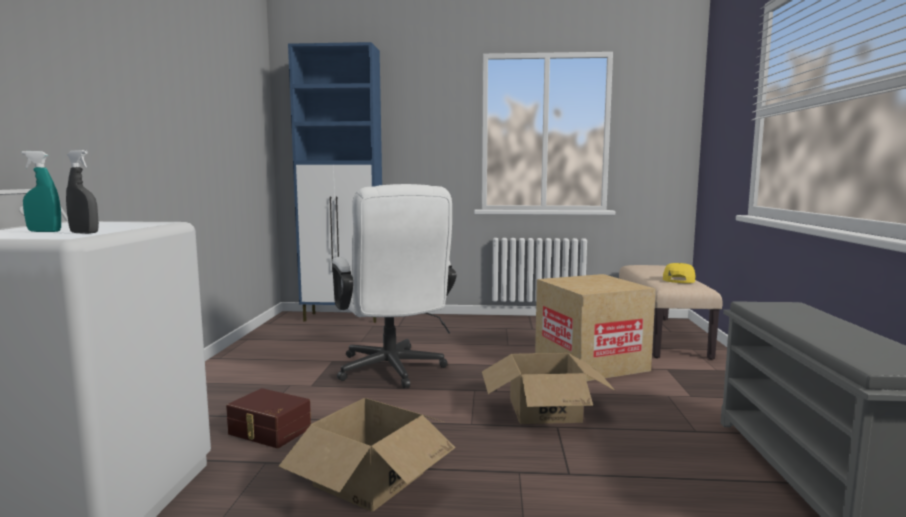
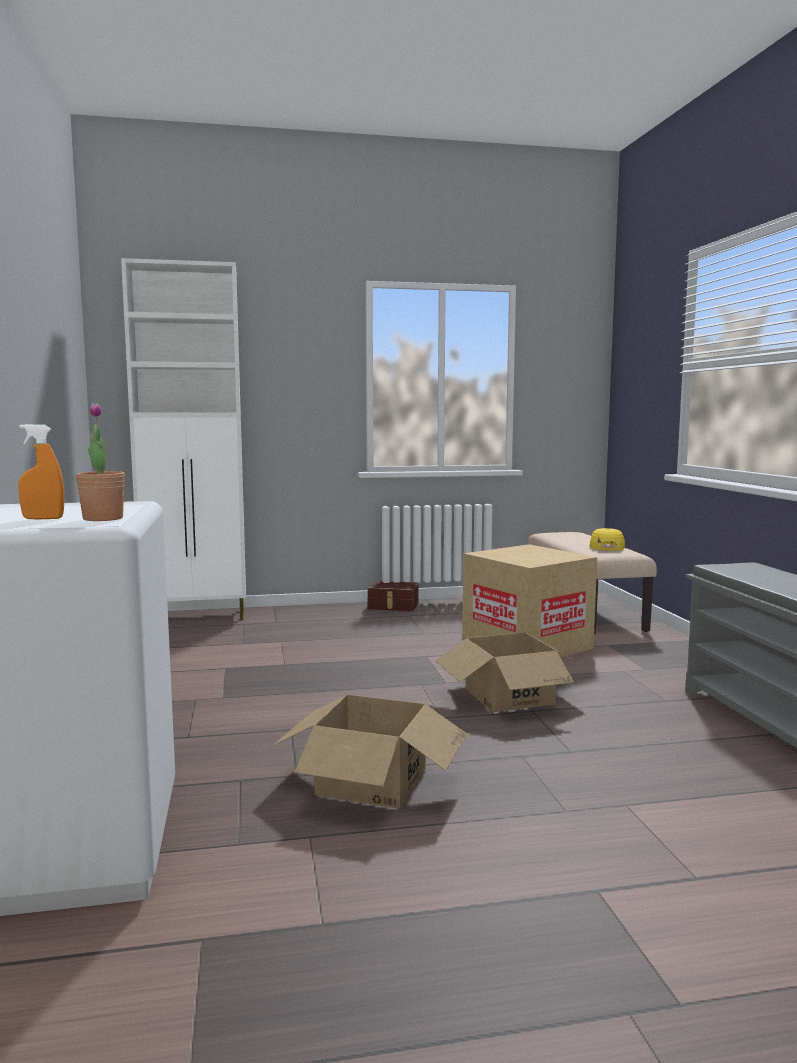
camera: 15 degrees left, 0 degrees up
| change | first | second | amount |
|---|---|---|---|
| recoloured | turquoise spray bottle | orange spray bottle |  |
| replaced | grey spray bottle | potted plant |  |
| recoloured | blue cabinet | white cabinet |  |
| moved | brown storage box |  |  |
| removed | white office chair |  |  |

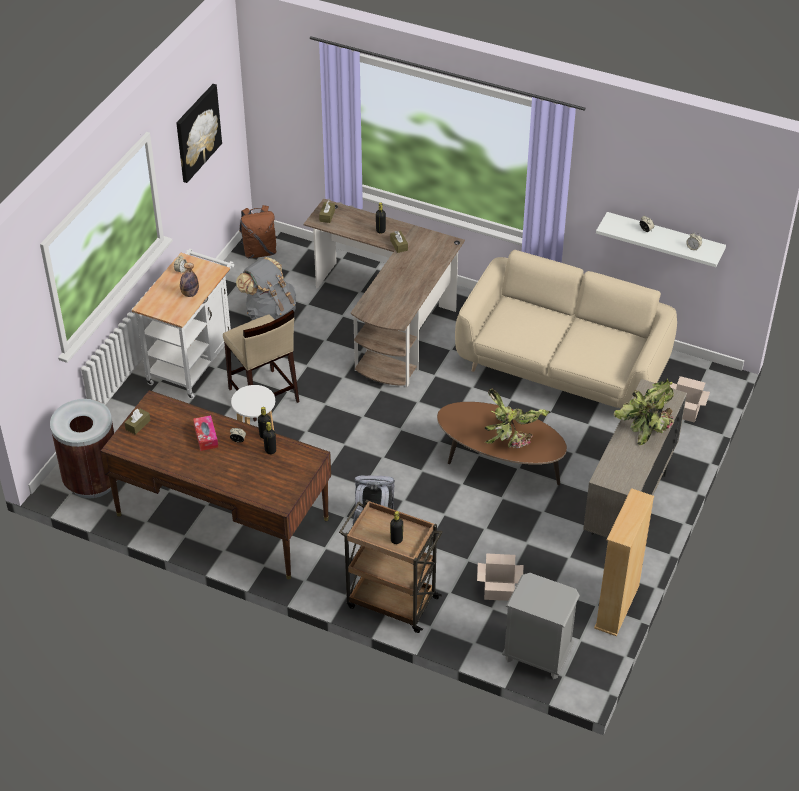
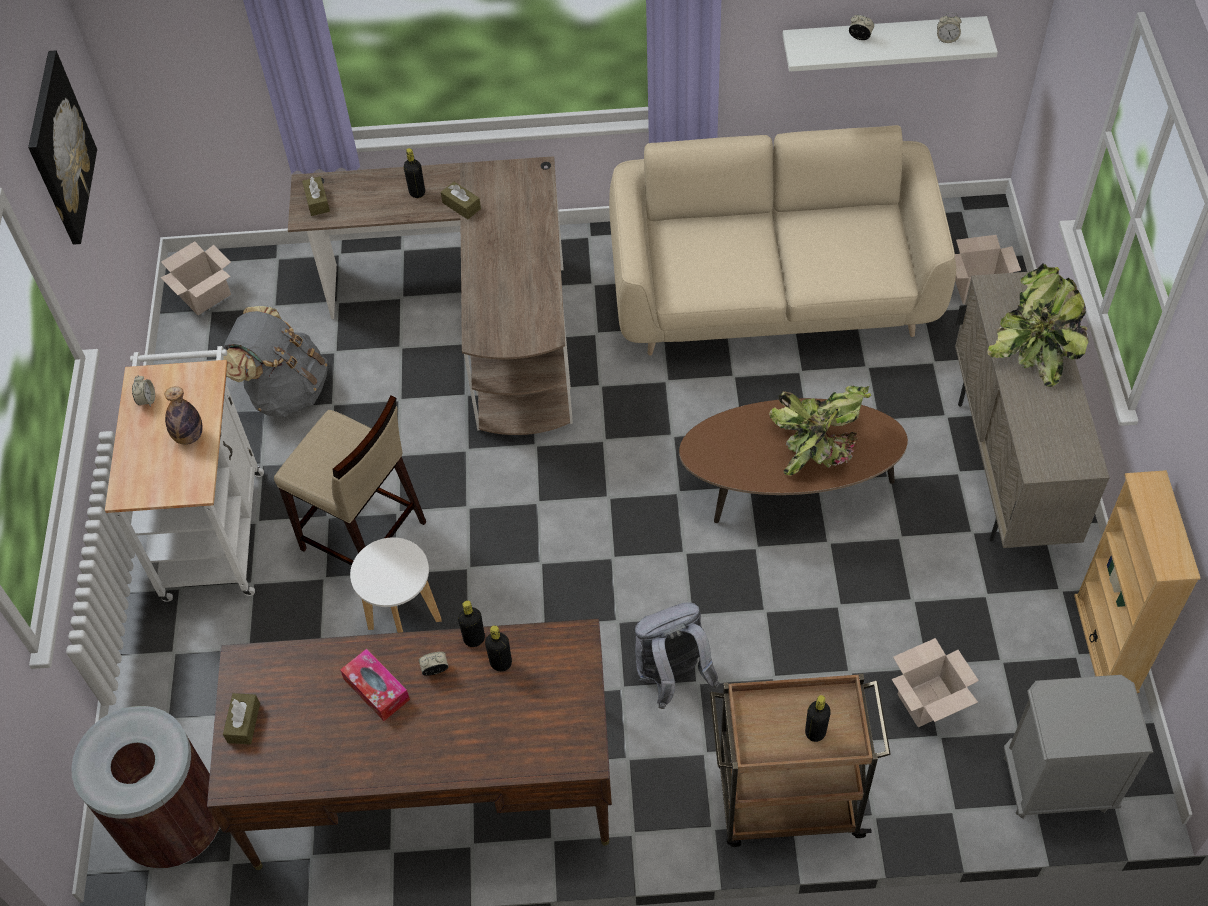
camera: 25 degrees left, 10 degrees up
| change | first | second | amount |
|---|---|---|---|
| replaced | brown backpack | cardboard box (1st from left) |  |

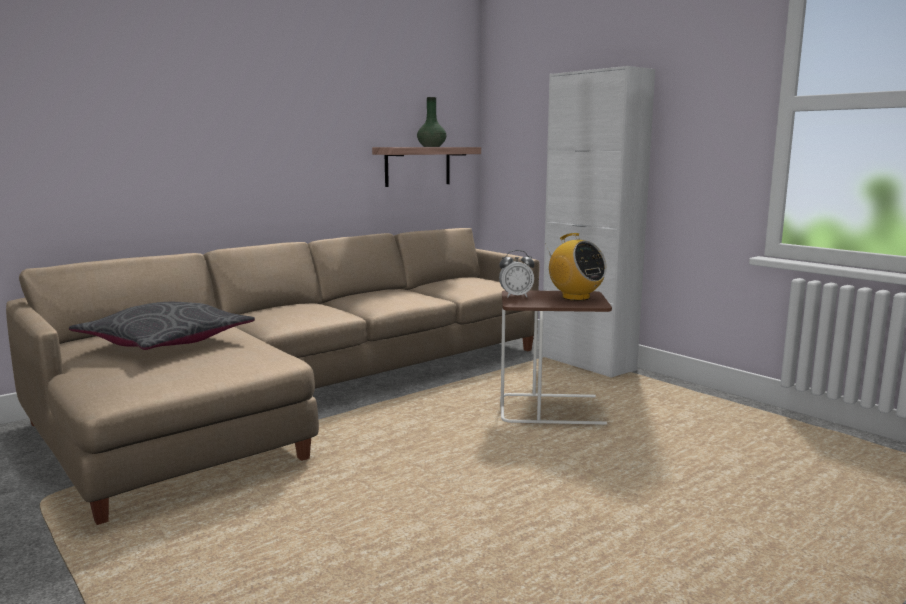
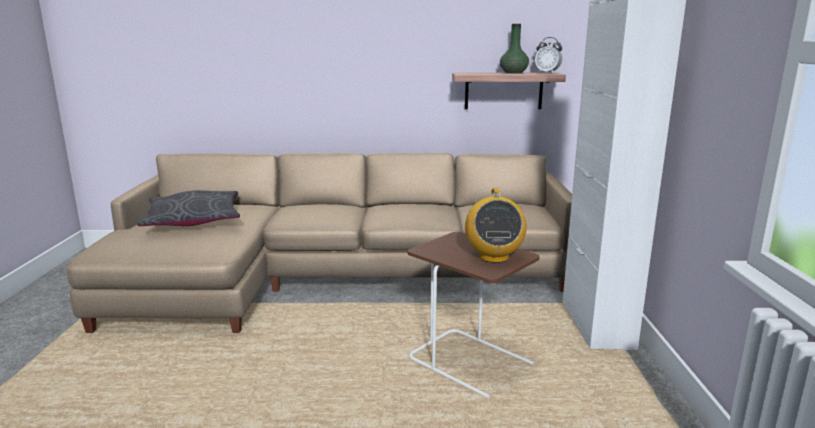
camera: 40 degrees right, 5 degrees up
| change | first | second | amount |
|---|---|---|---|
| moved | alarm clock |  |  |

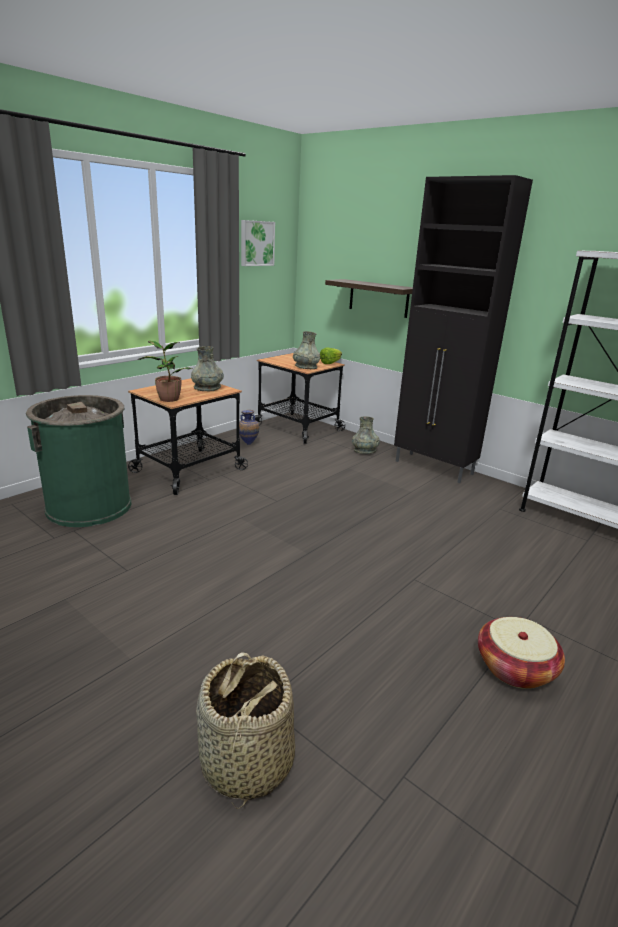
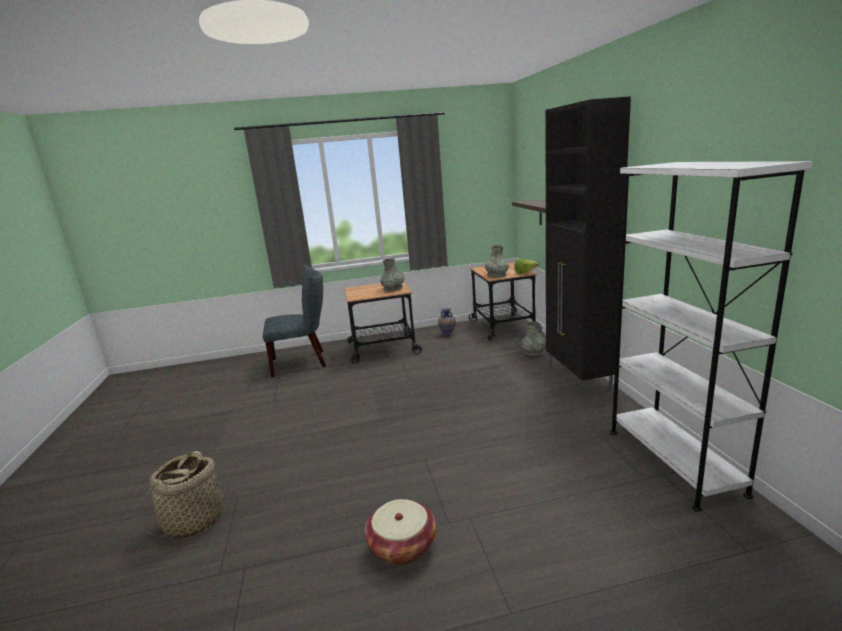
camera: 40 degrees right, 5 degrees down
| change | first | second | amount |
|---|---|---|---|
| replaced | green trash can | grey chair |  |
| removed | potted plant |  |  |
| removed | picture |  |  |

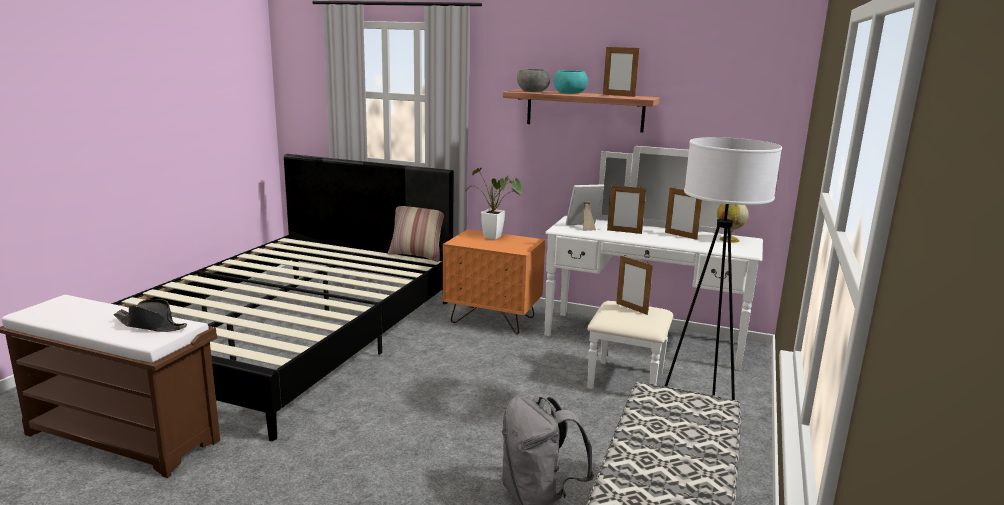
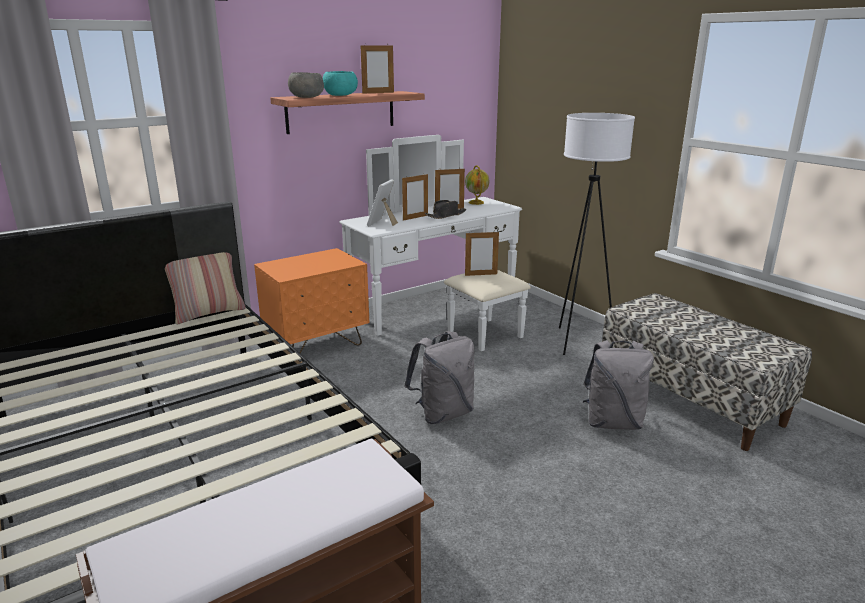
camera: 55 degrees left, 5 degrees up
| change | first | second | amount |
|---|---|---|---|
| added |  | grey backpack (1st from left) |  |
| moved | black hat |  |  |
| removed | potted plant |  |  |

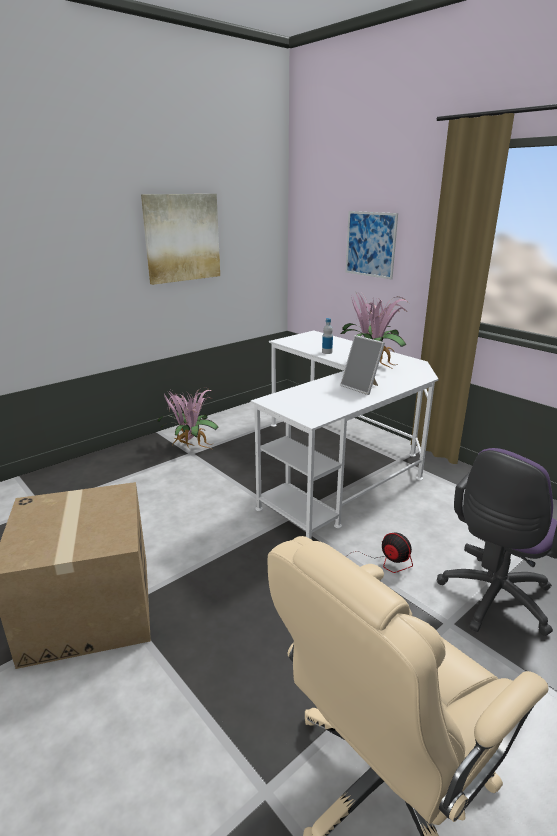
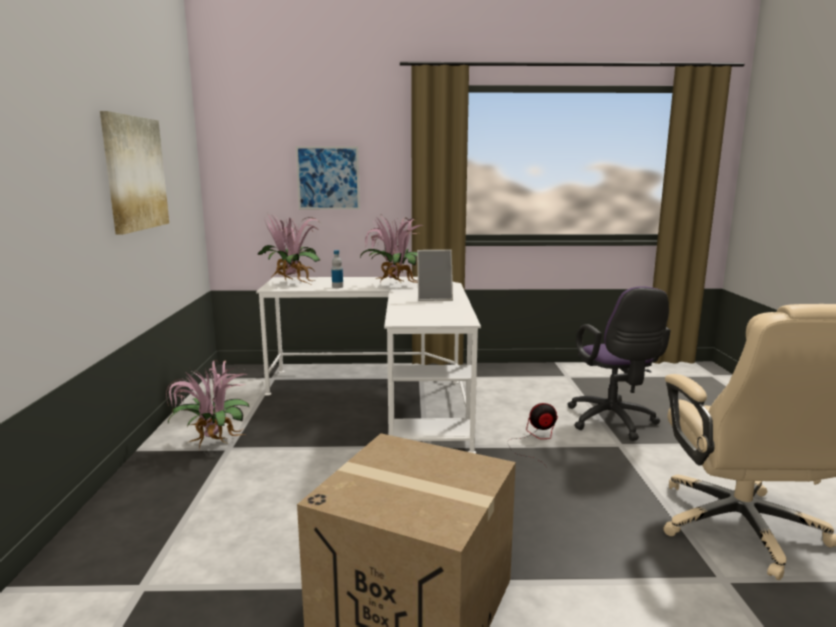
camera: 50 degrees left, 10 degrees down
| change | first | second | amount |
|---|---|---|---|
| added |  | potted plant (2nd from left) |  |

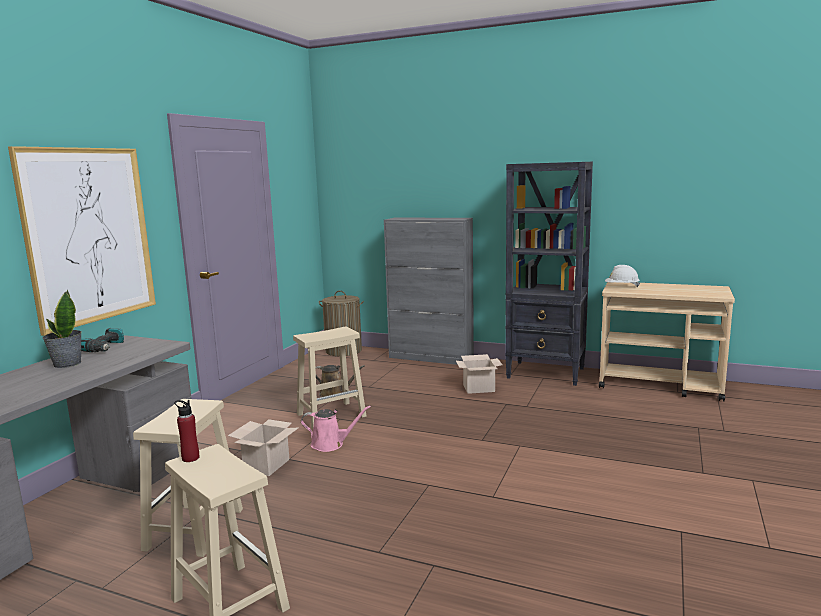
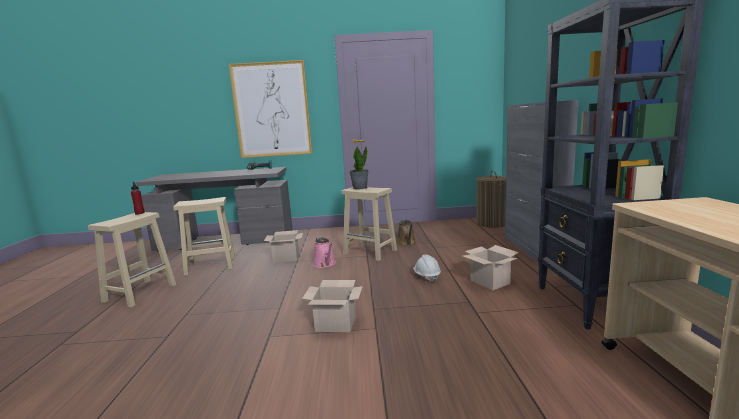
camera: 65 degrees right, 0 degrees up
| change | first | second | amount |
|---|---|---|---|
| added |  | cardboard box (2nd from left) |  |
| moved | potted plant |  |  |
| moved | white hard hat |  |  |

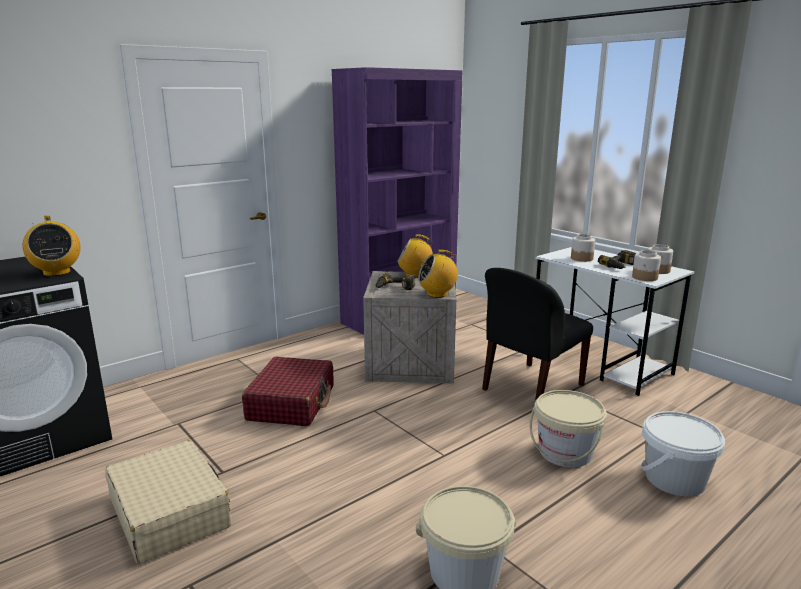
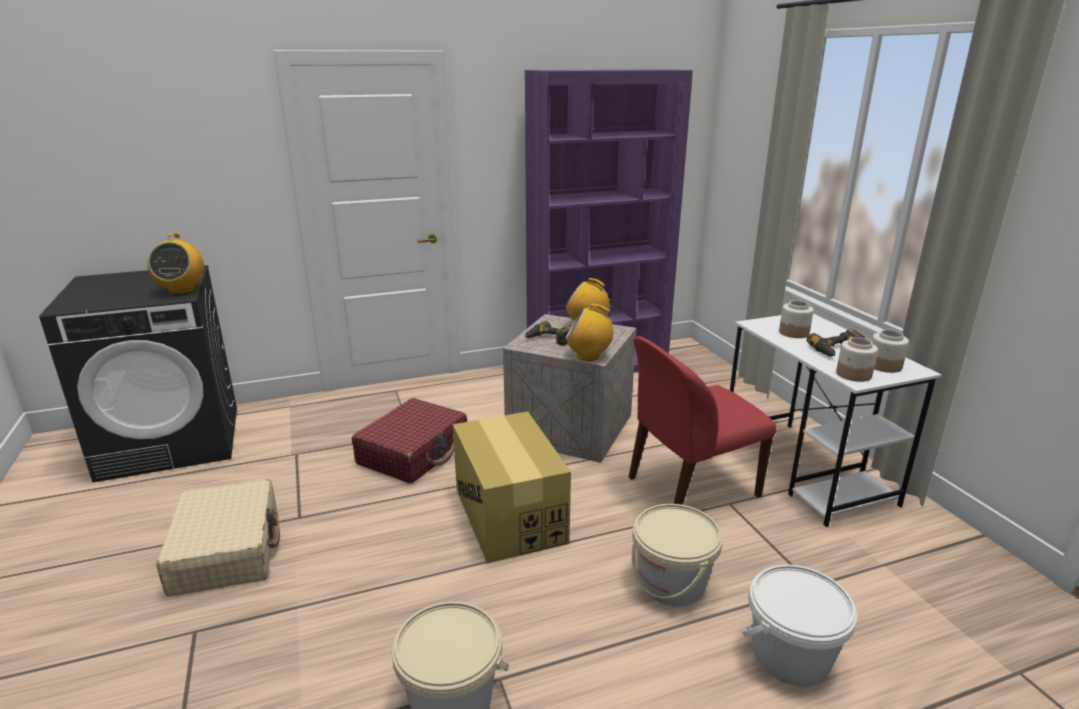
camera: 20 degrees right, 5 degrees up
| change | first | second | amount |
|---|---|---|---|
| added |  | cardboard box |  |
| recoloured | black chair | red chair |  |

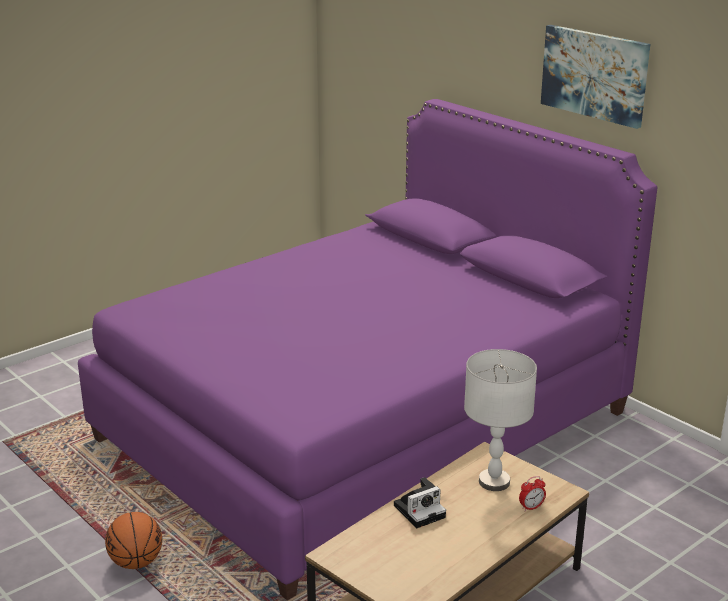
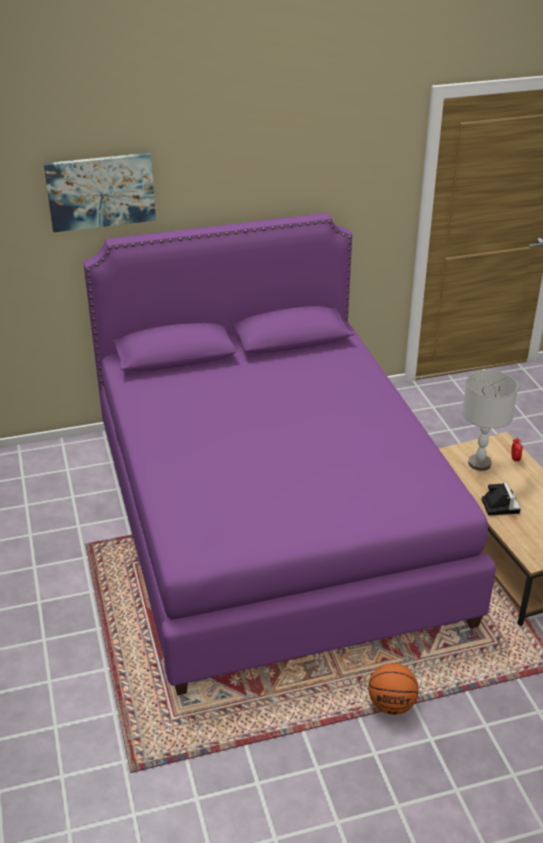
camera: 65 degrees left, 10 degrees up
| change | first | second | amount |
|---|---|---|---|
| moved | picture |  |  |

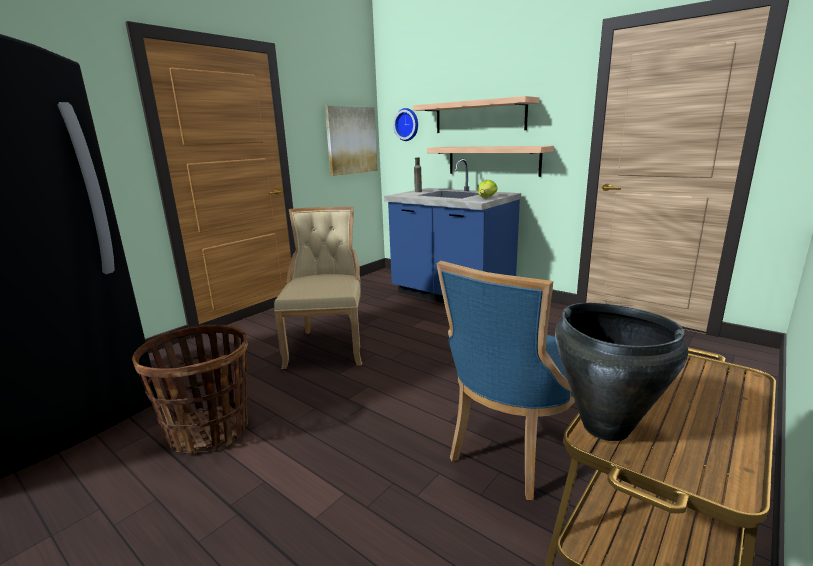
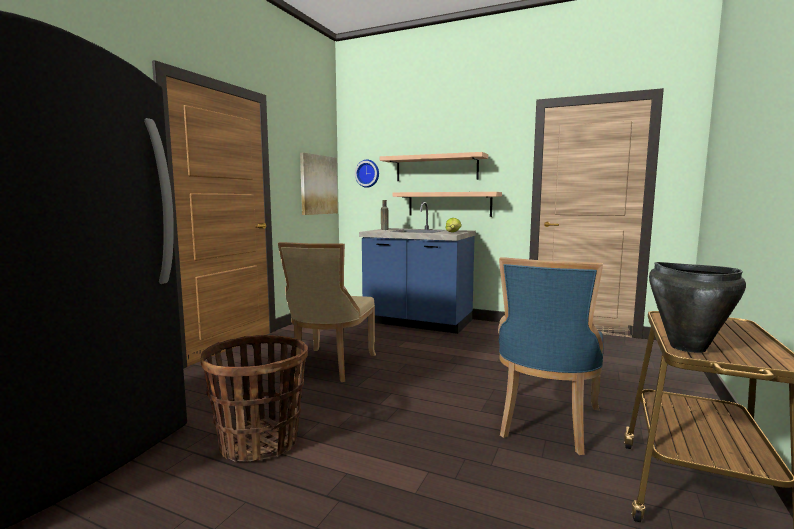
camera: 15 degrees left, 10 degrees down
| change | first | second | amount |
|---|---|---|---|
| turned | beige chair |  | 150 degrees counterclockwise |

